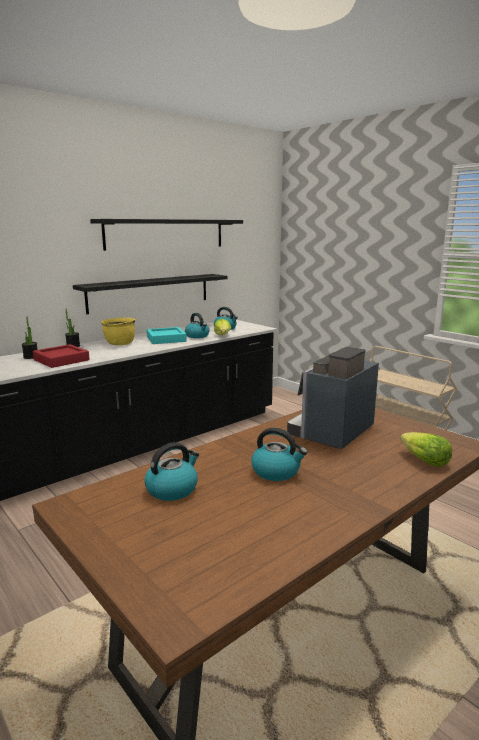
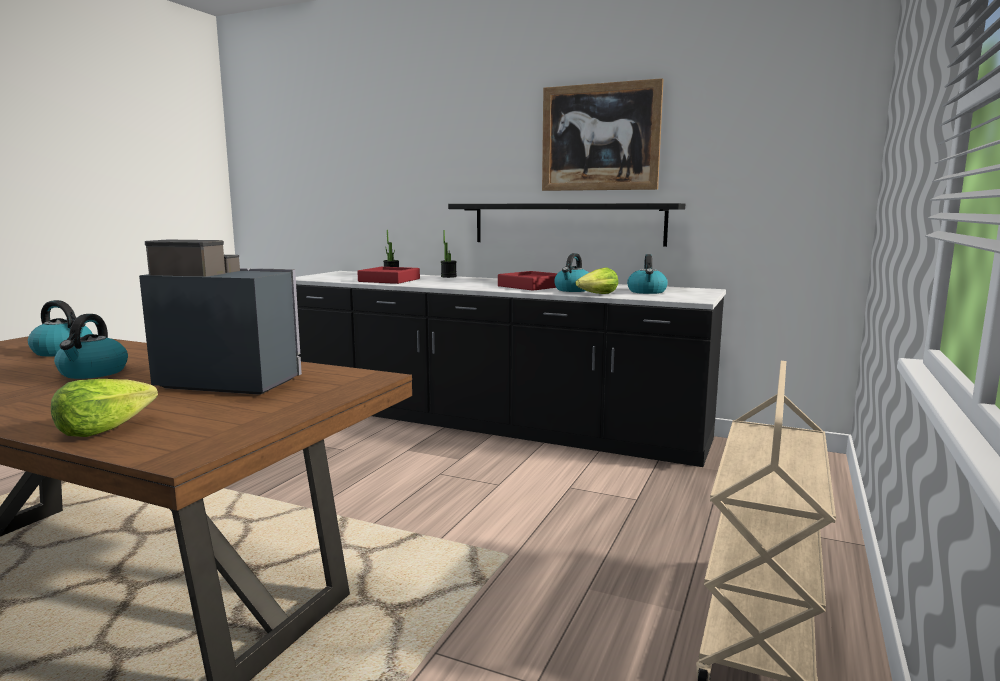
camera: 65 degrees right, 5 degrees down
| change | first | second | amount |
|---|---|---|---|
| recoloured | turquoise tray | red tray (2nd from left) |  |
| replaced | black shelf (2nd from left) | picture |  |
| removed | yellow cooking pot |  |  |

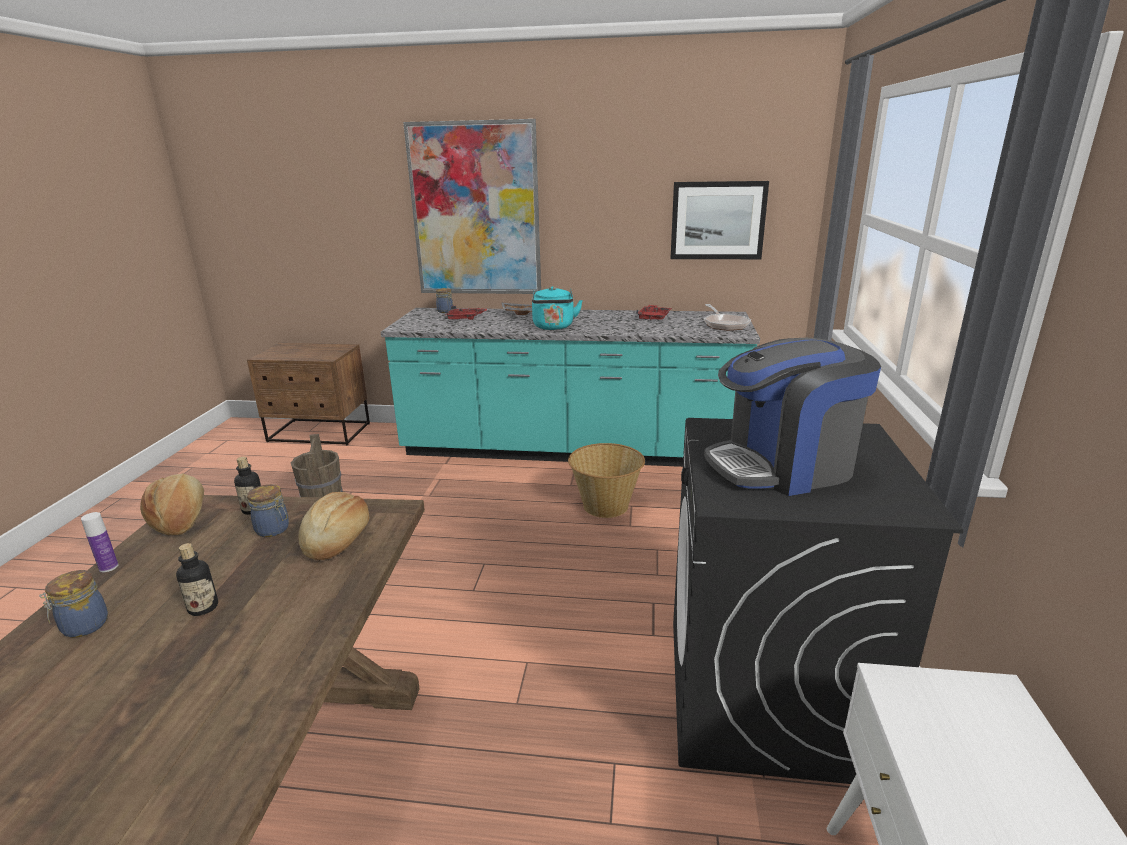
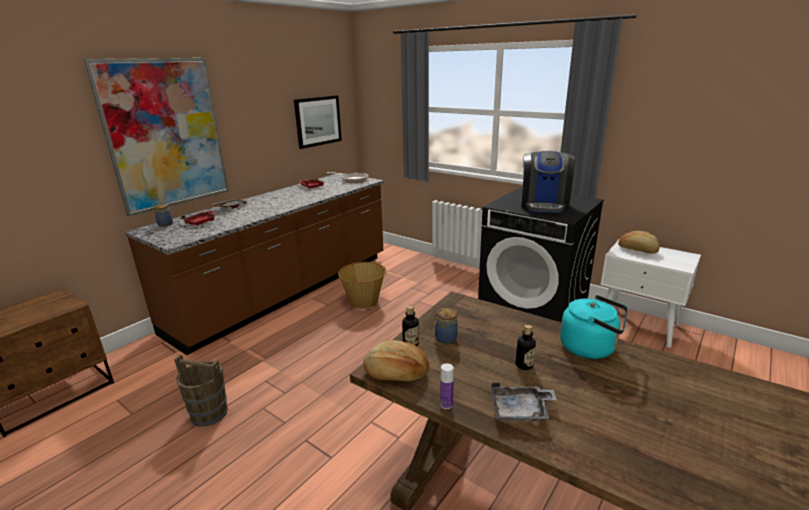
camera: 60 degrees left, 0 degrees up
| change | first | second | amount |
|---|---|---|---|
| recoloured | turquoise counter | brown counter |  |
| replaced | jar (1st from left) | grey tray (2nd from left) |  |
| moved | turquoise kettle |  |  |
| moved | bread (2nd from left) |  |  |

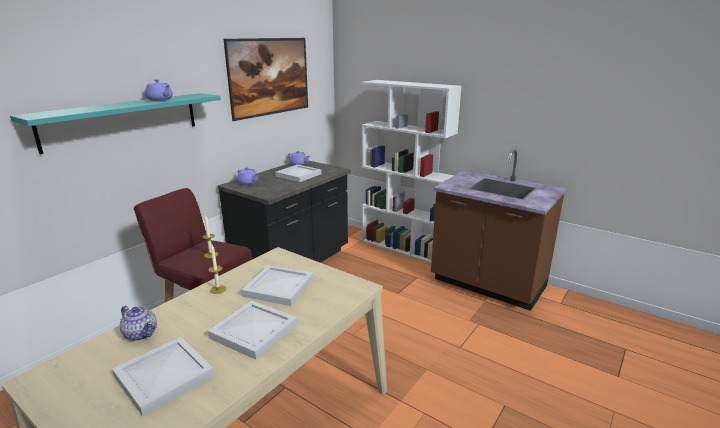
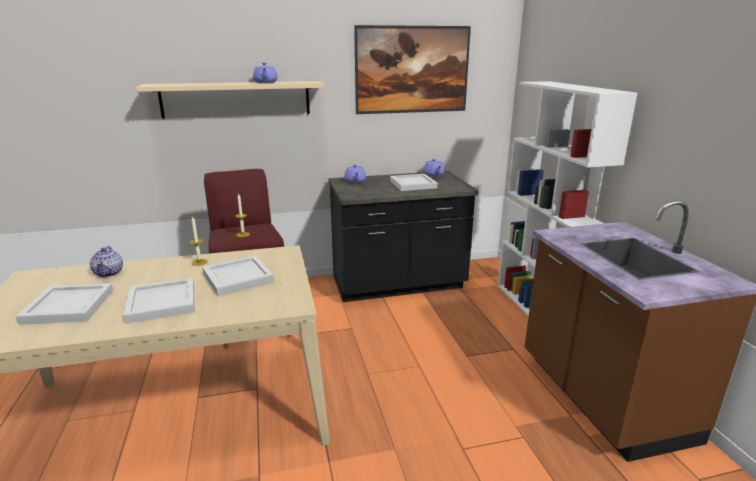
camera: 40 degrees right, 0 degrees up
| change | first | second | amount |
|---|---|---|---|
| recoloured | turquoise shelf | beige shelf |  |

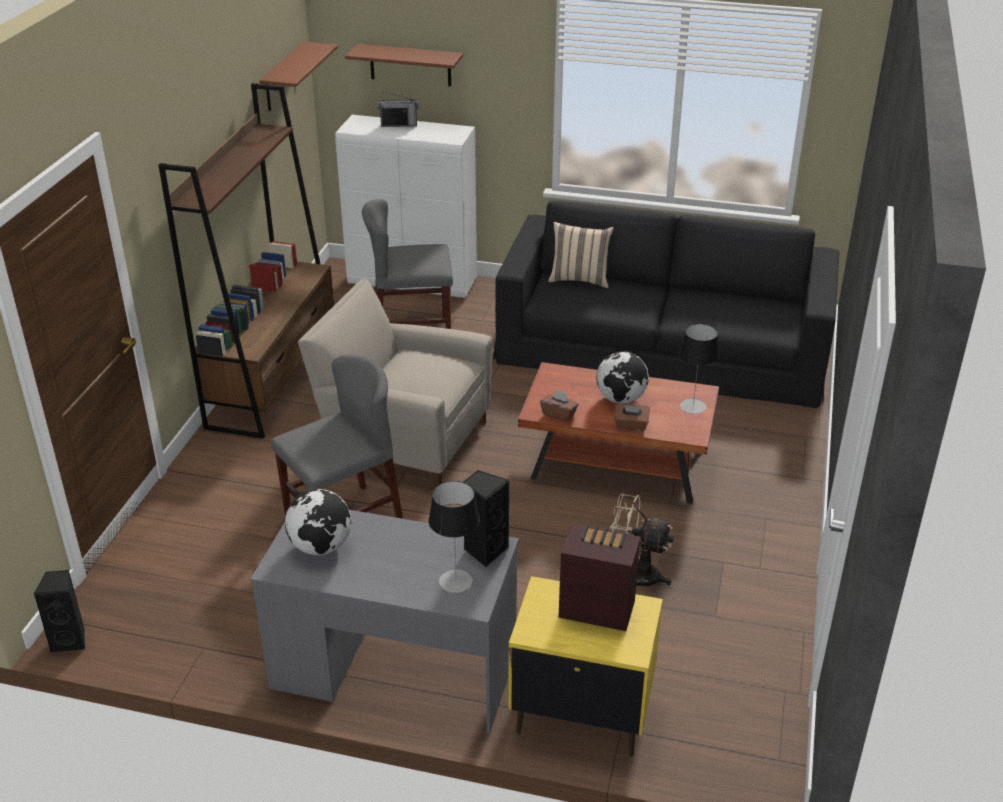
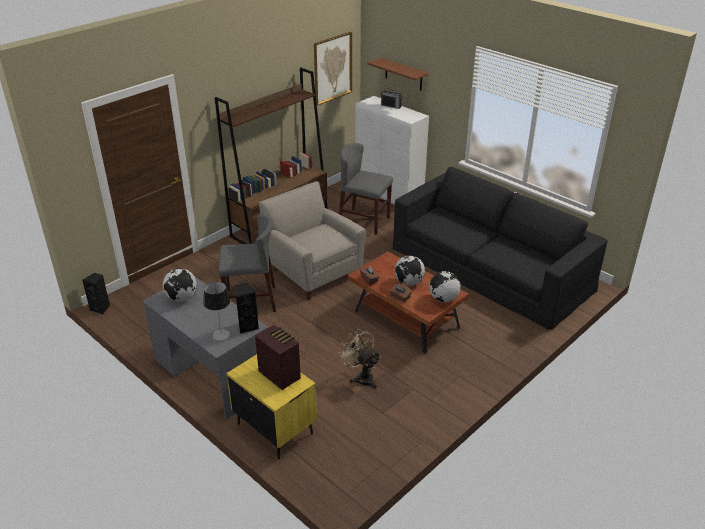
camera: 30 degrees right, 0 degrees up
| change | first | second | amount |
|---|---|---|---|
| replaced | brown shelf (1st from left) | picture |  |
| replaced | table lamp (2nd from left) | globe (3rd from left) |  |
| removed | beige pillow |  |  |

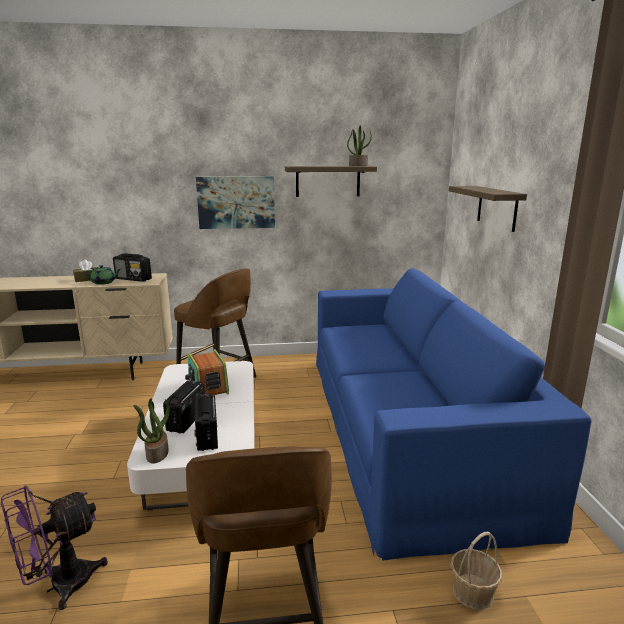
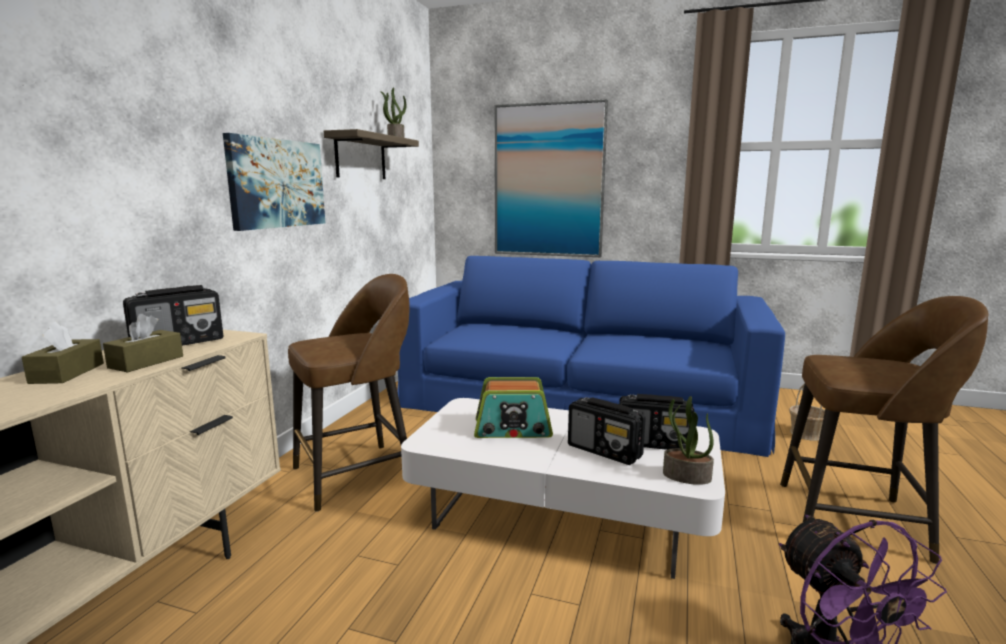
camera: 65 degrees left, 5 degrees down
| change | first | second | amount |
|---|---|---|---|
| replaced | green teapot | brown tissue box (2nd from left) |  |
| replaced | shelf (2nd from left) | picture (2nd from left) |  |

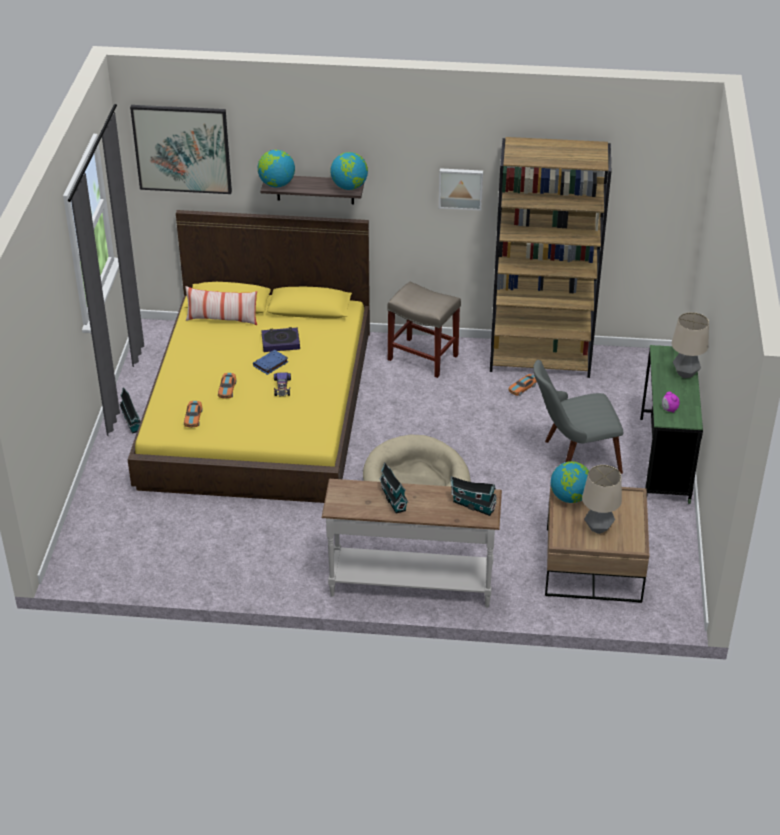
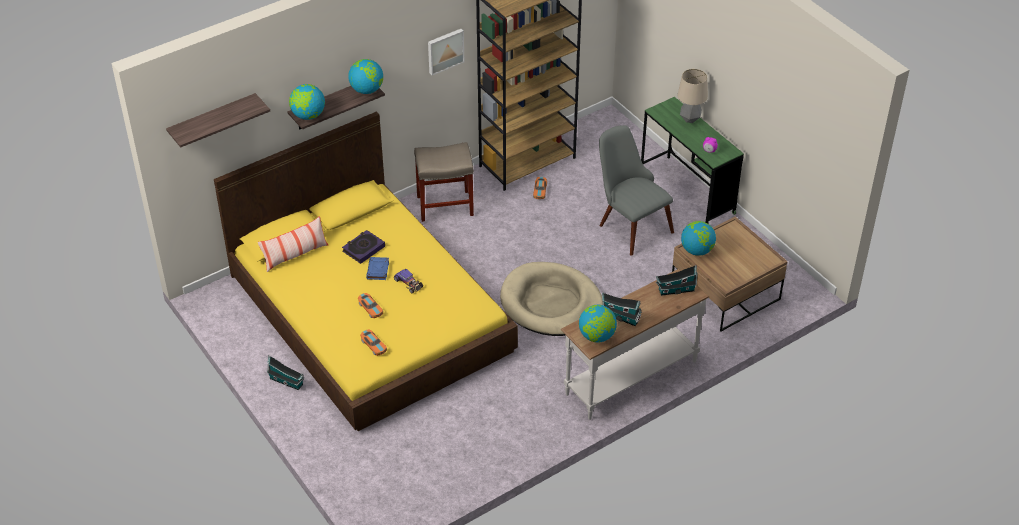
camera: 40 degrees left, 5 degrees up
| change | first | second | amount |
|---|---|---|---|
| replaced | picture (1st from left) | shelf (1st from left) |  |
| added |  | globe (3rd from left) |  |
| turned | grey chair |  | 105 degrees clockwise |
| removed | table lamp (1st from left) |  |  |

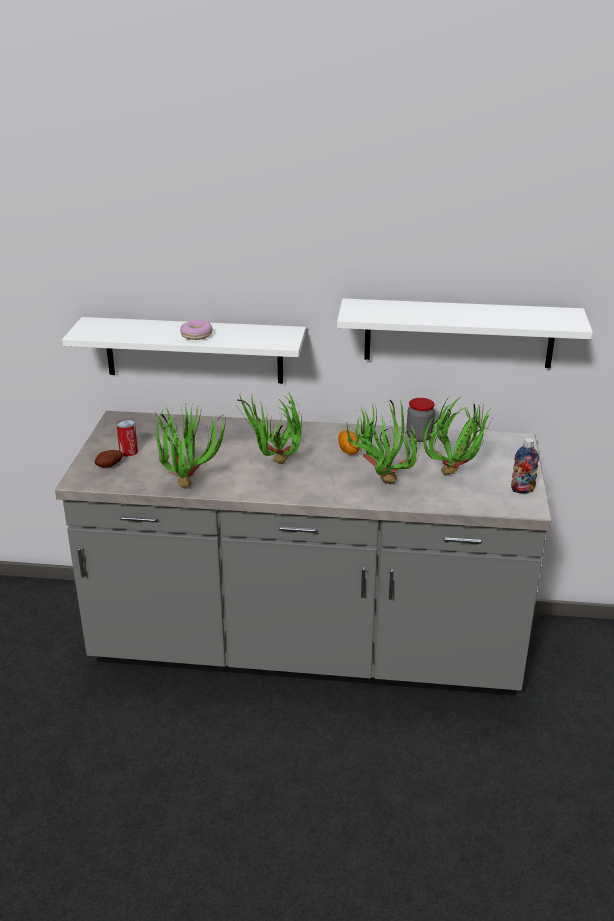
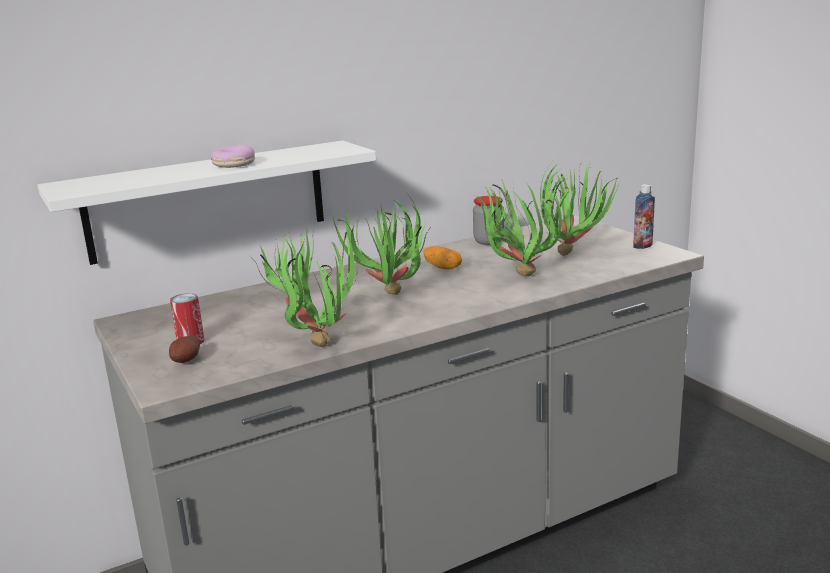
camera: 35 degrees left, 10 degrees down
| change | first | second | amount |
|---|---|---|---|
| removed | white shelf (2nd from left) |  |  |

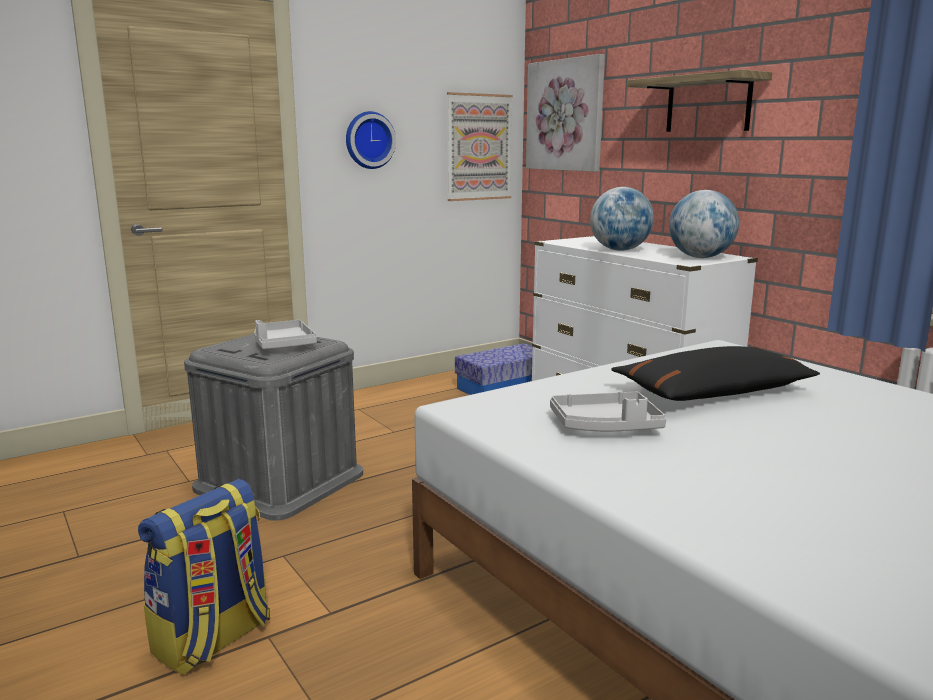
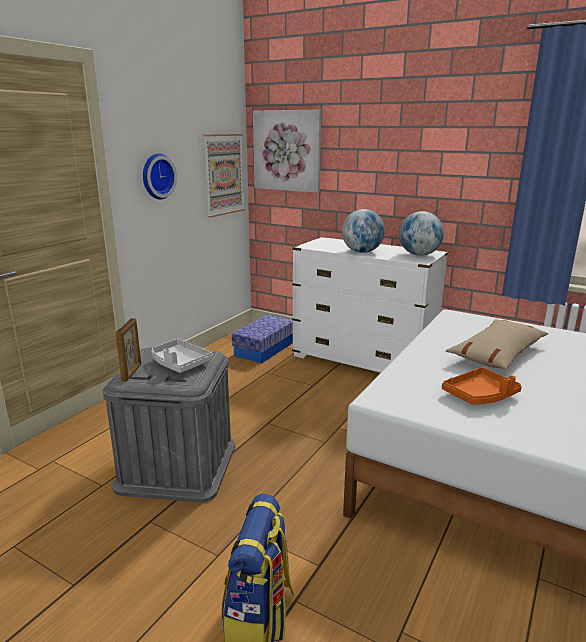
camera: 25 degrees left, 5 degrees up
| change | first | second | amount |
|---|---|---|---|
| added |  | picture frame |  |
| recoloured | grey tray (2nd from left) | orange tray |  |
| recoloured | black pillow | beige pillow |  |
| removed | shelf |  |  |

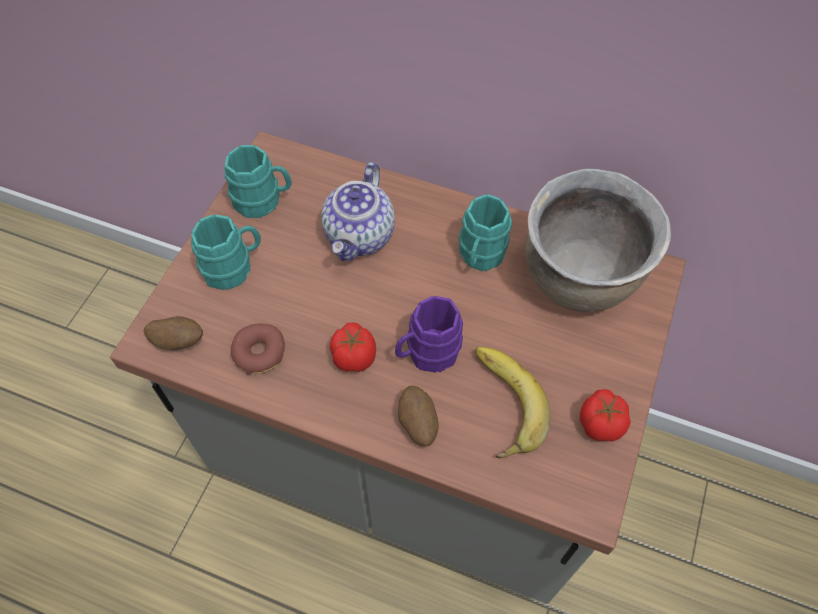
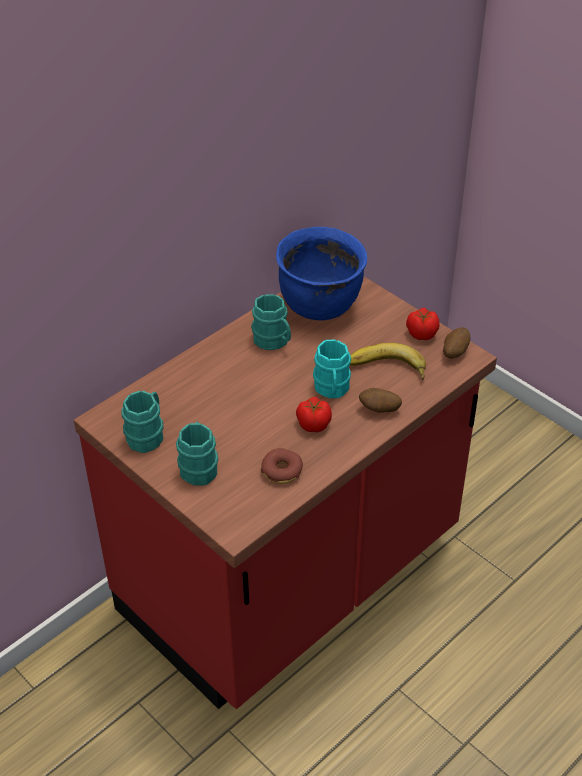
camera: 65 degrees left, 15 degrees down
| change | first | second | amount |
|---|---|---|---|
| recoloured | grey counter | red counter |  |
| recoloured | brown cooking pot | blue cooking pot |  |
| recoloured | purple mug | turquoise mug (4th from left) |  |
| moved | potato (1st from left in the first image) | potato (2nd from left) |  |
| removed | teapot |  |  |

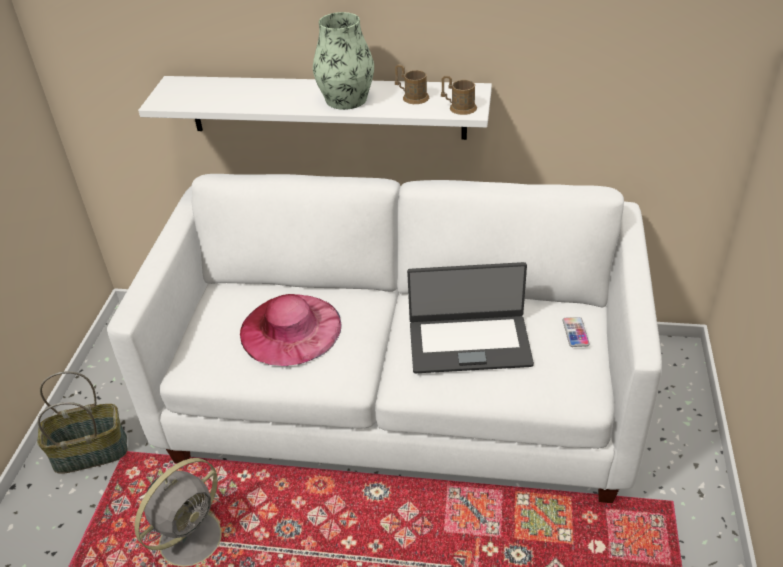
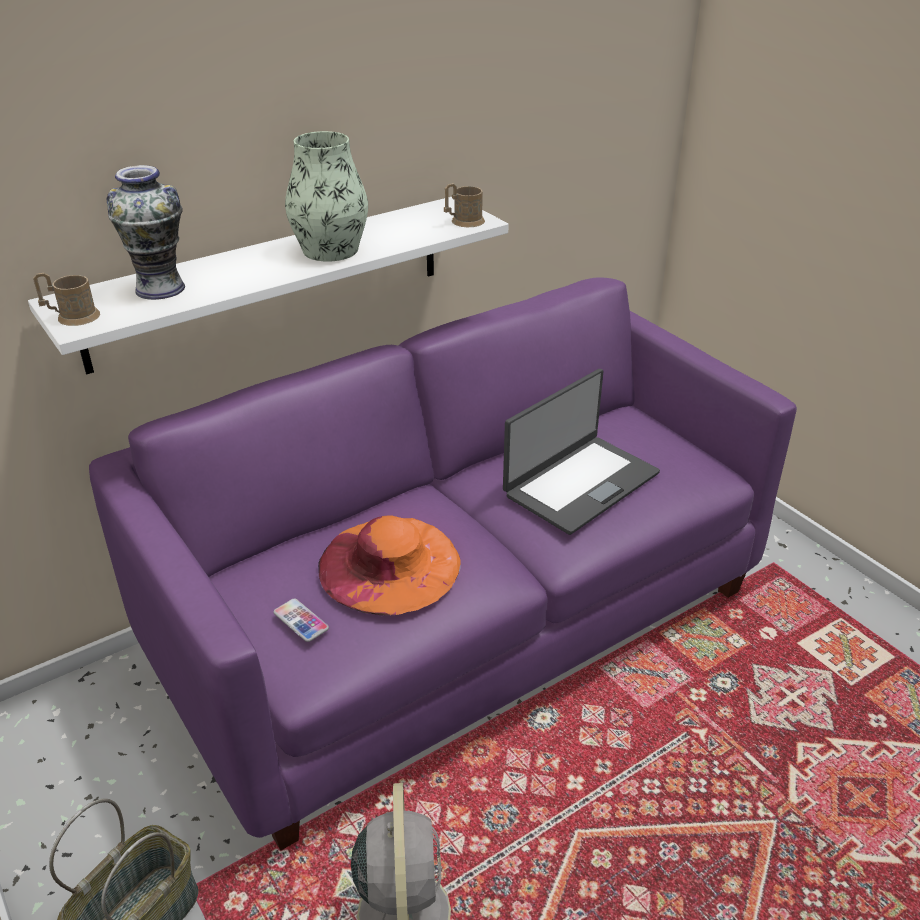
camera: 45 degrees left, 5 degrees down
| change | first | second | amount |
|---|---|---|---|
| moved | brown mug (1st from left) |  |  |
| recoloured | white sofa | purple sofa |  |
| added |  | vase (1st from left) |  |
| moved | phone |  |  |
| recoloured | pink hat | orange hat |  |

